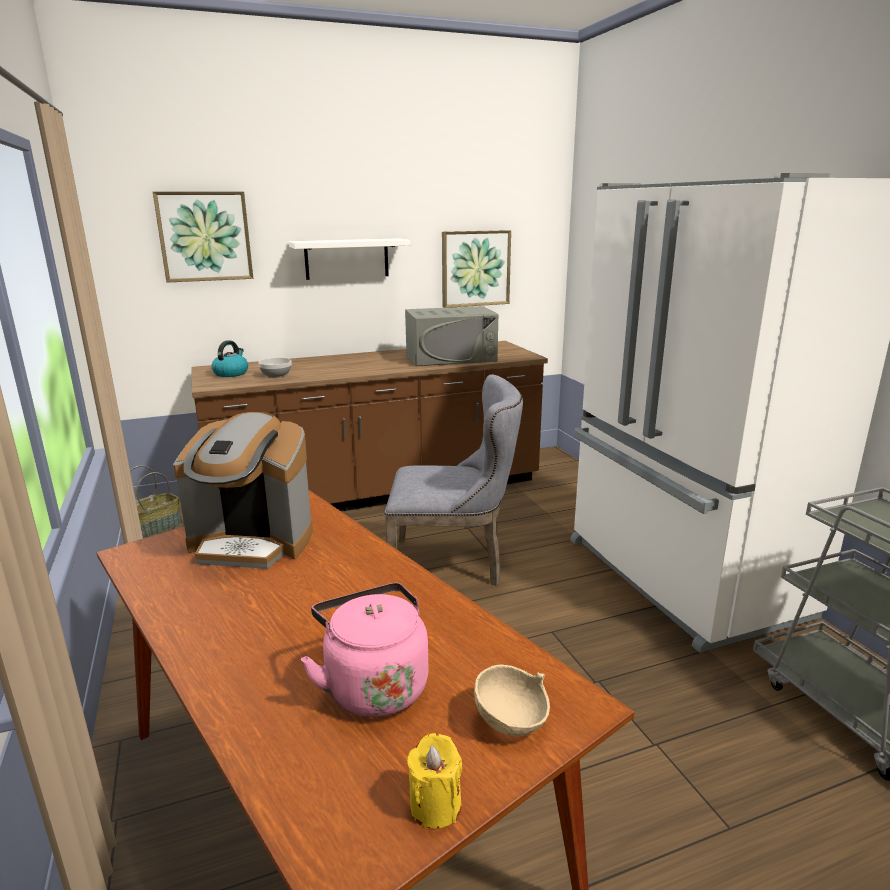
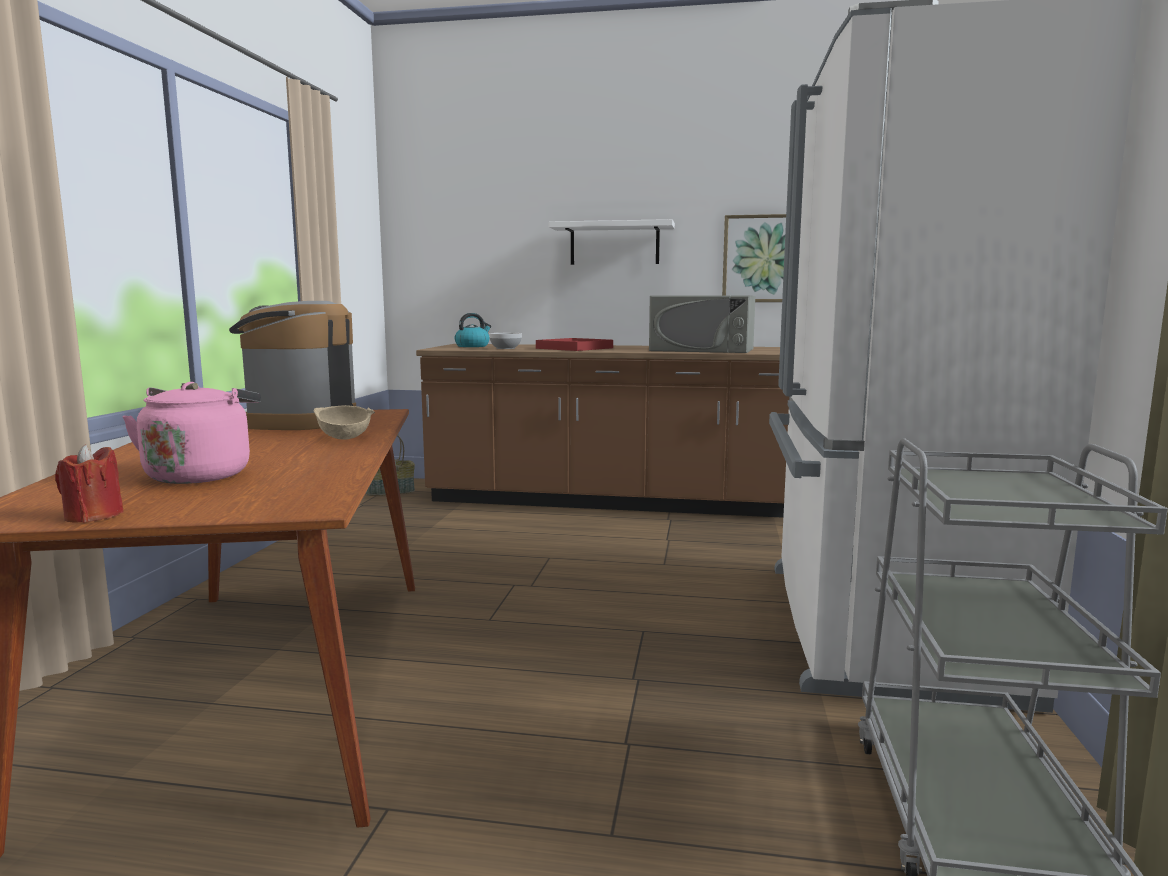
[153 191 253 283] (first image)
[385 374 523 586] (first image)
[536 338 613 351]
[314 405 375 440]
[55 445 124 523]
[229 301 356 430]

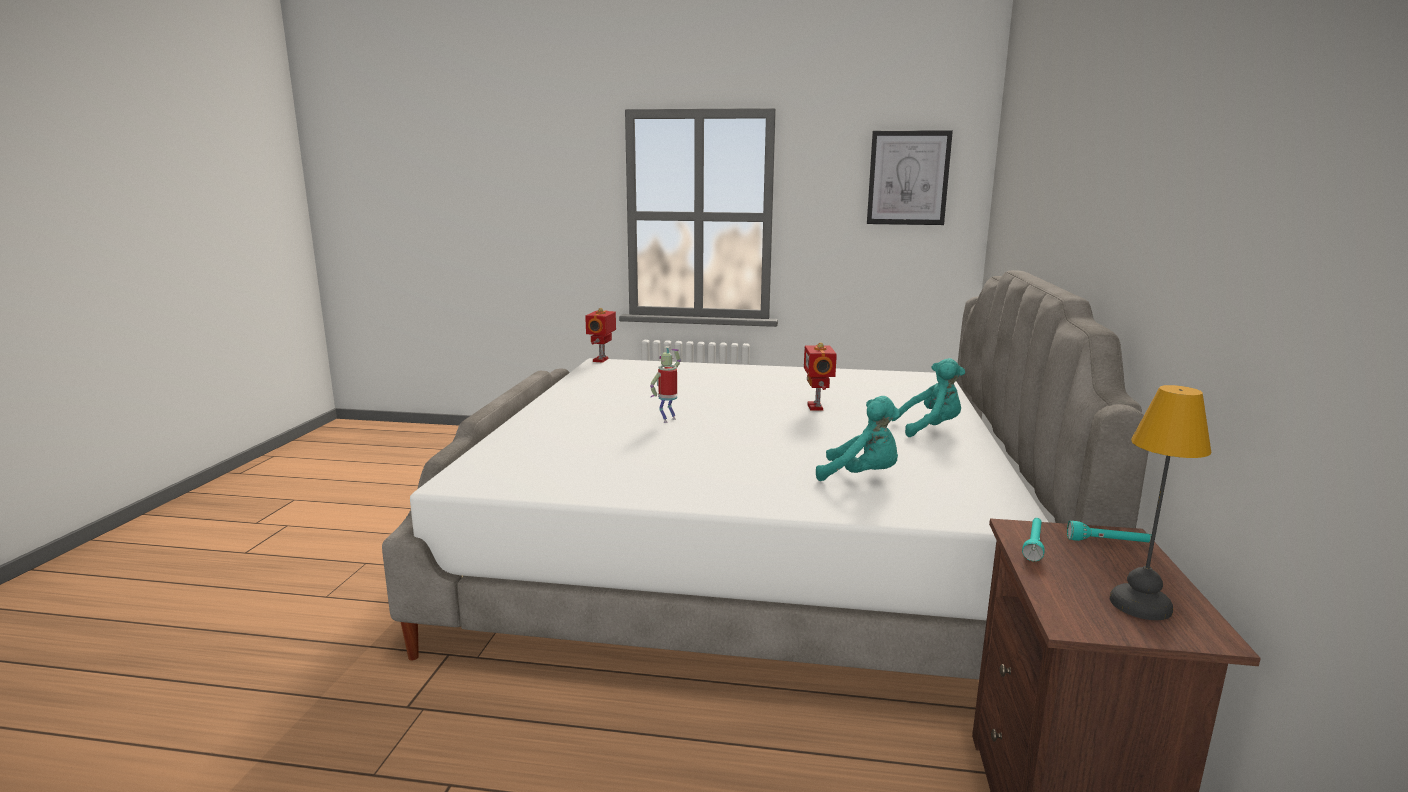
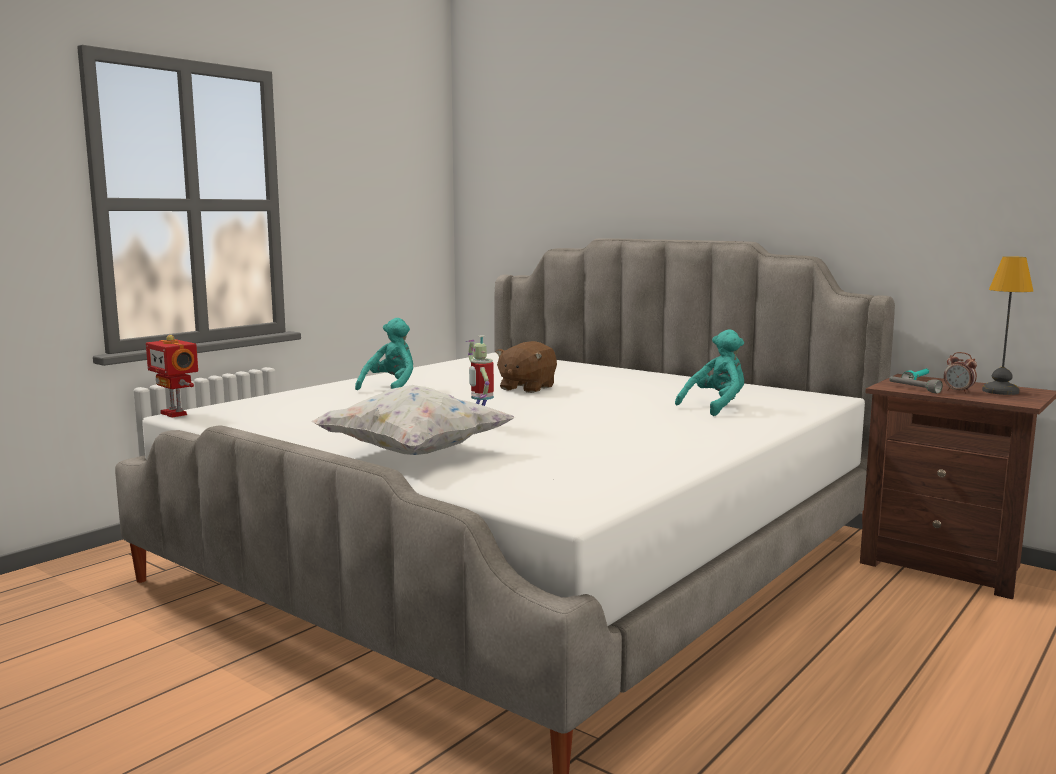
[867 130 953 225] (first image)
[311 385 515 455]
[944 352 977 393]
[355 318 413 390]
[495 341 557 393]
[889 376 943 394]

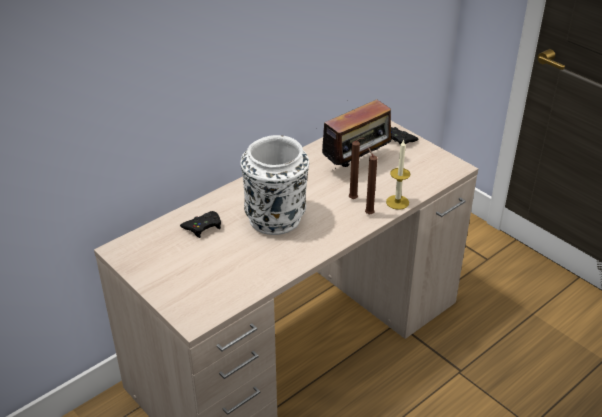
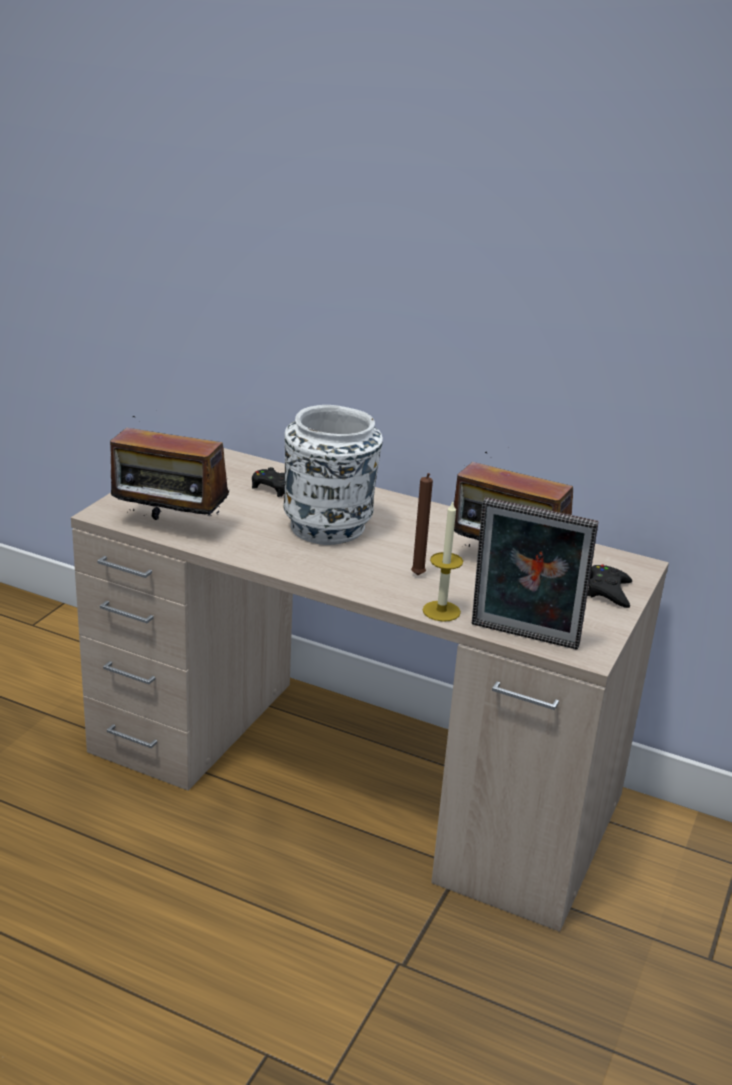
[365 147 377 215] (first image)
[110 416 229 520]
[472 497 598 650]

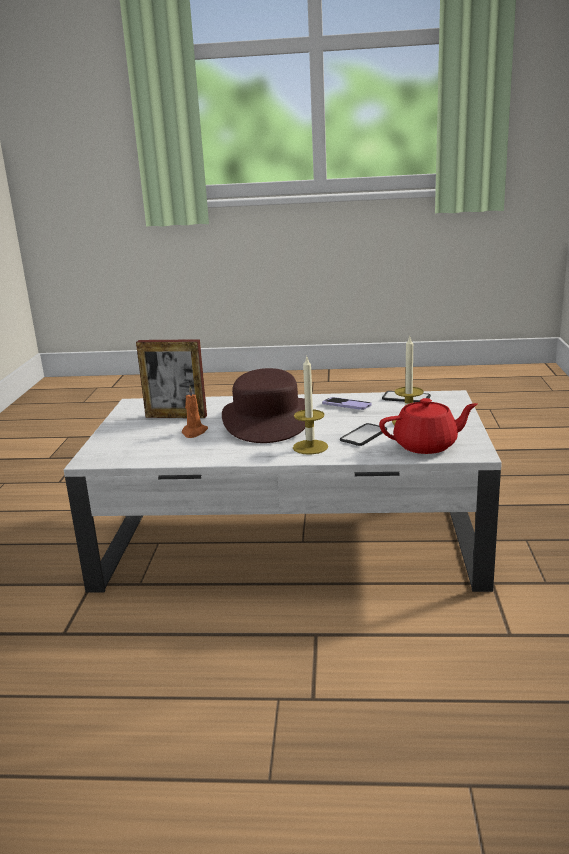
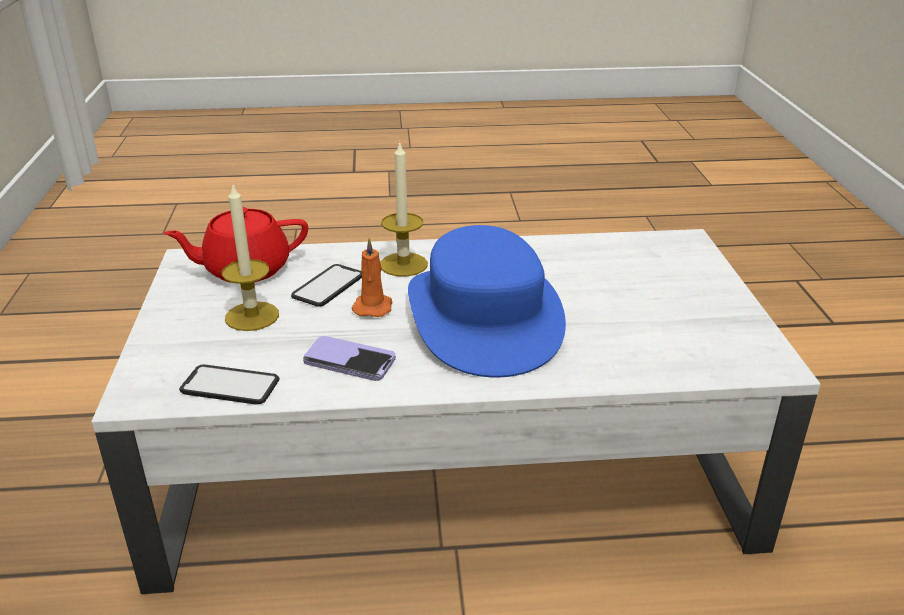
[136 339 207 418] (first image)
[352 238 392 317]
[408 225 566 377]

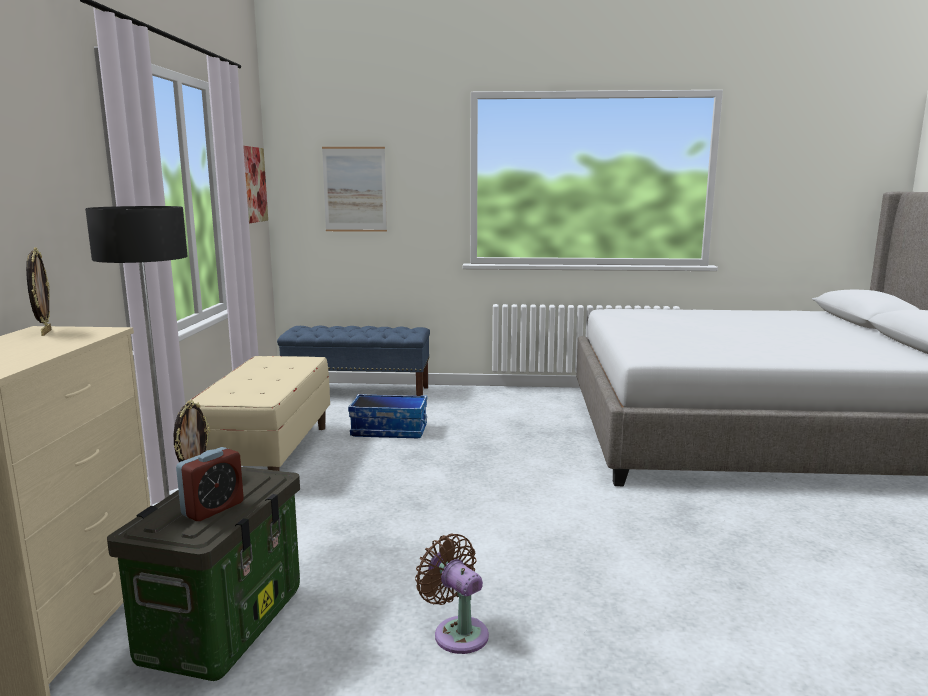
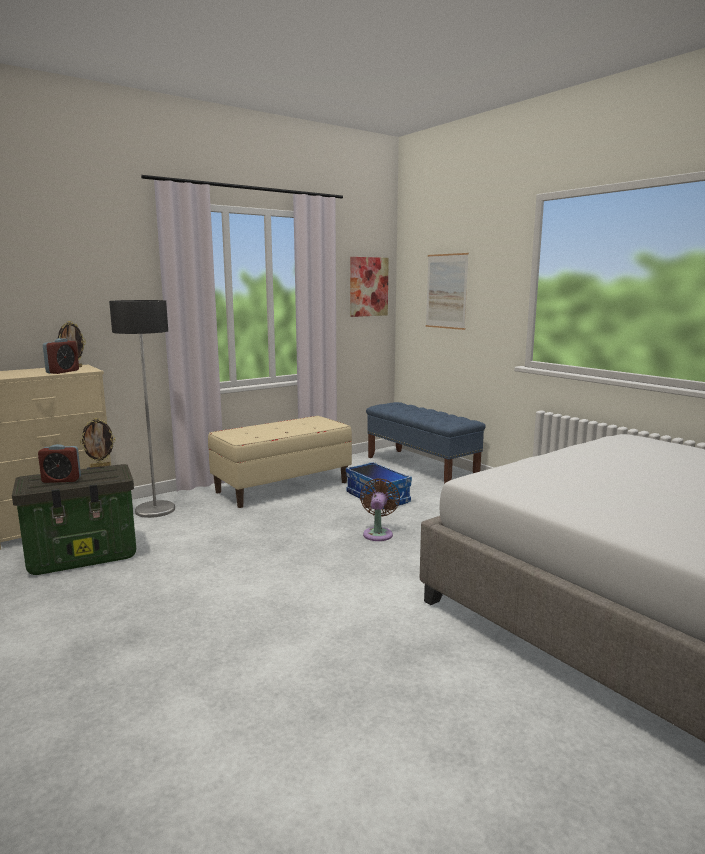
[43 338 79 374]
[360 478 400 541]

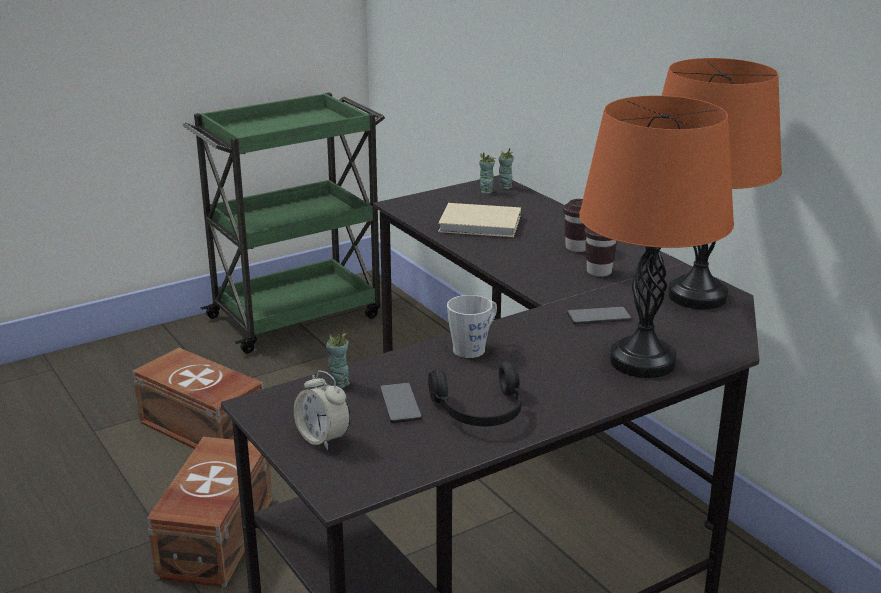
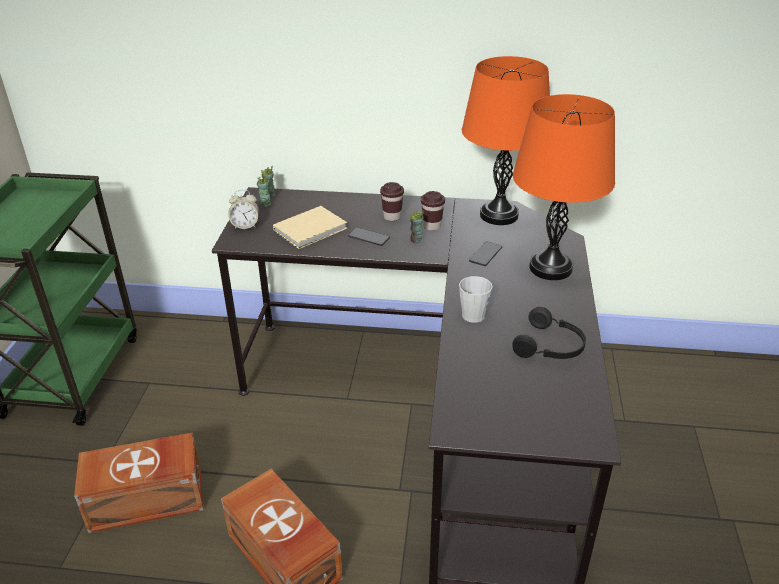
[228 190 259 229]
[410 209 424 244]
[348 227 390 246]

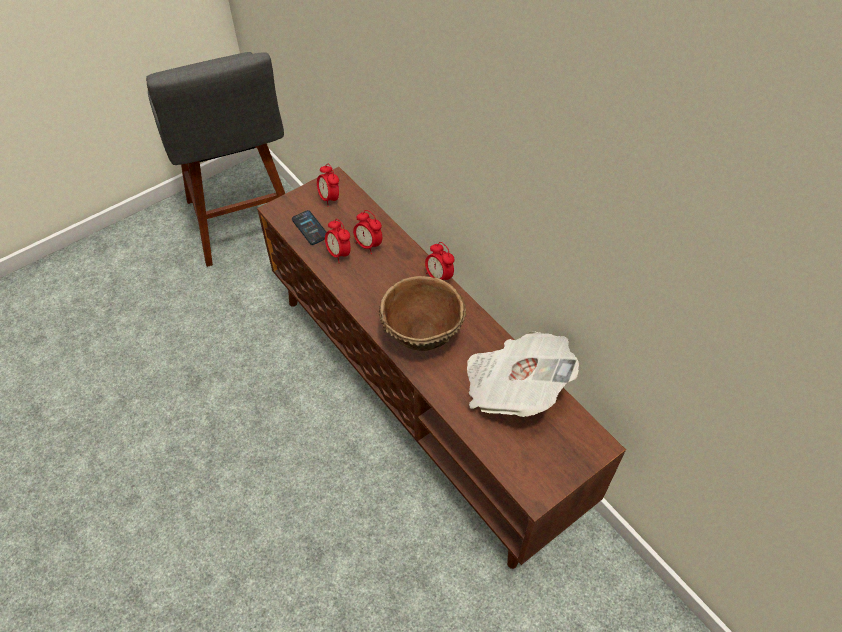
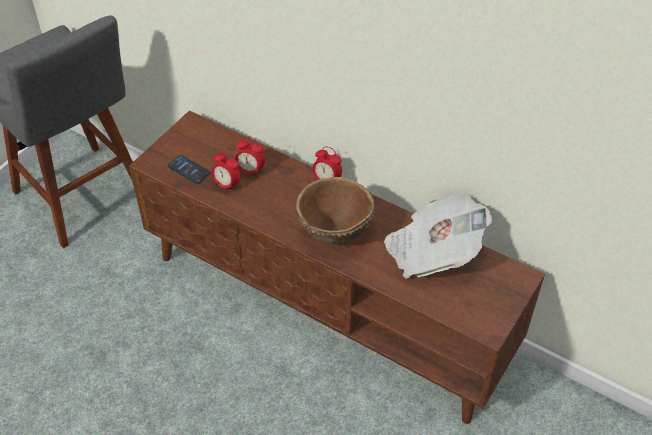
[317 163 339 207] (first image)

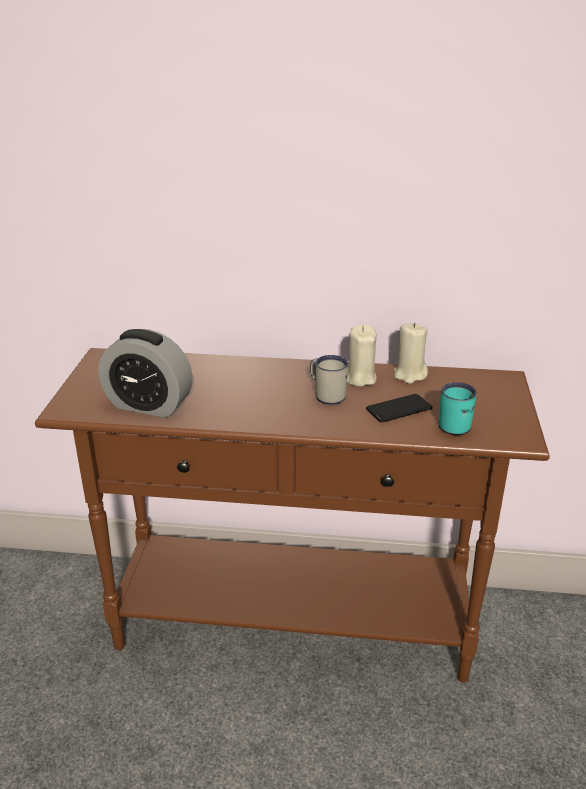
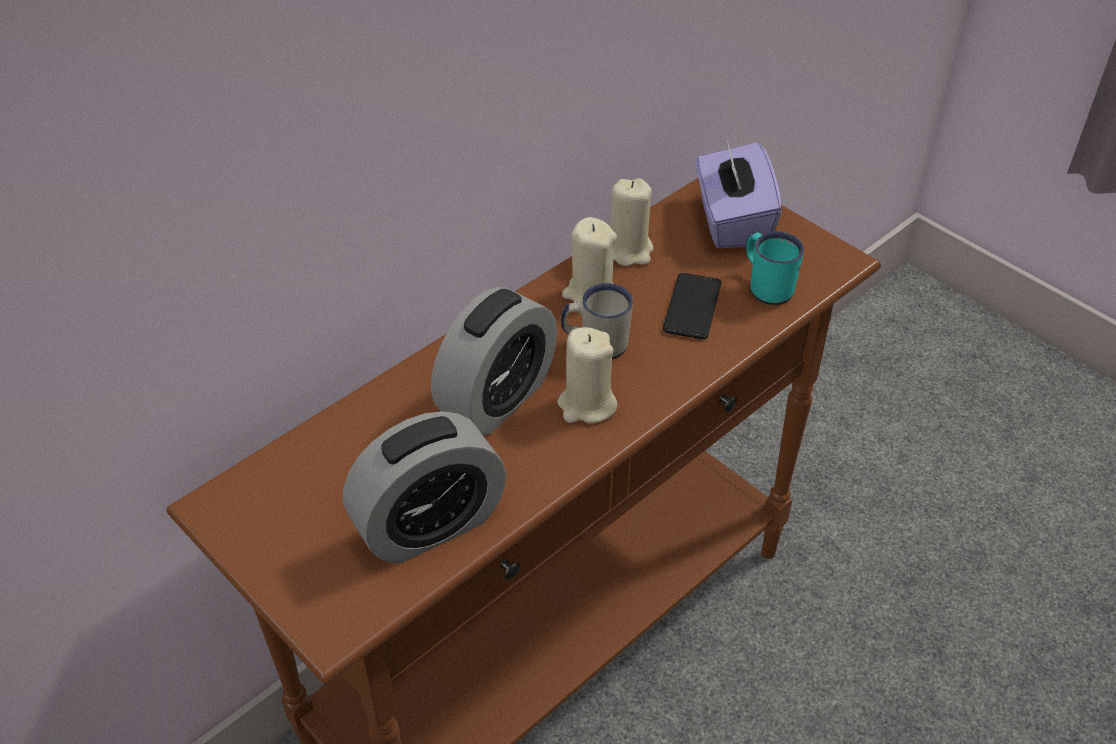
[431 287 557 435]
[558 327 618 424]
[696 140 782 248]

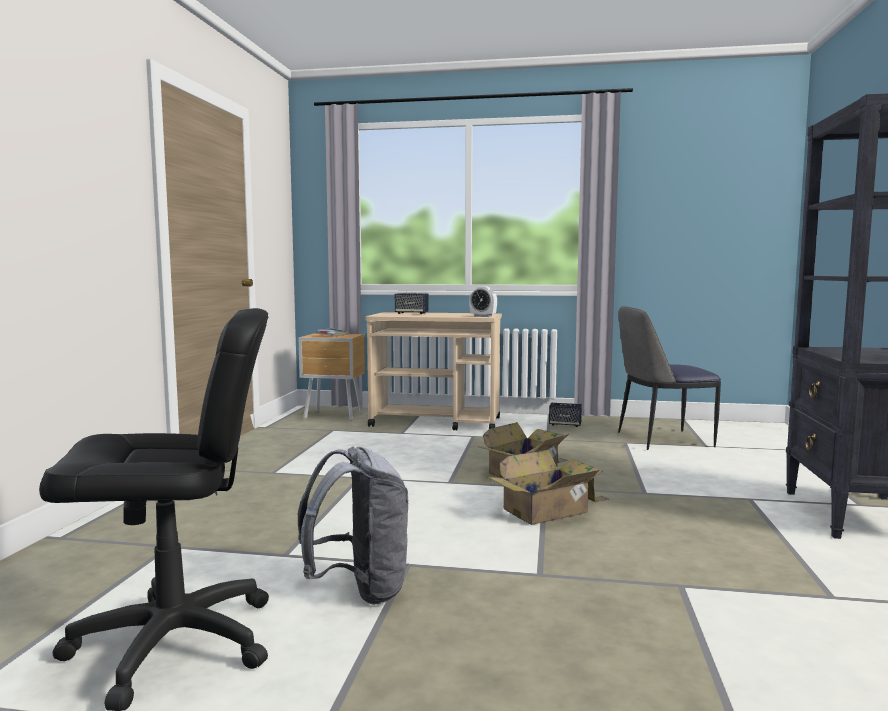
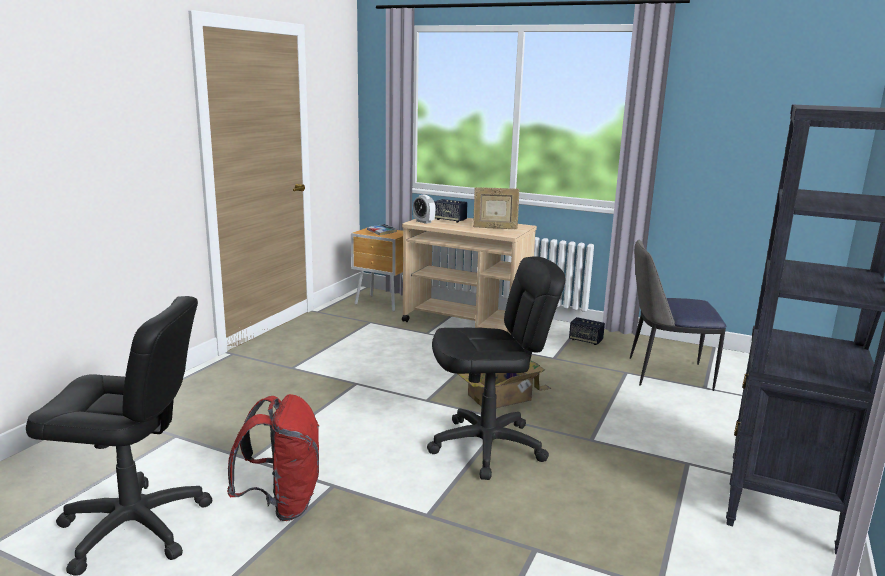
[473 187 519 229]
[413 195 435 224]
[427 256 565 480]
[227 394 319 521]

